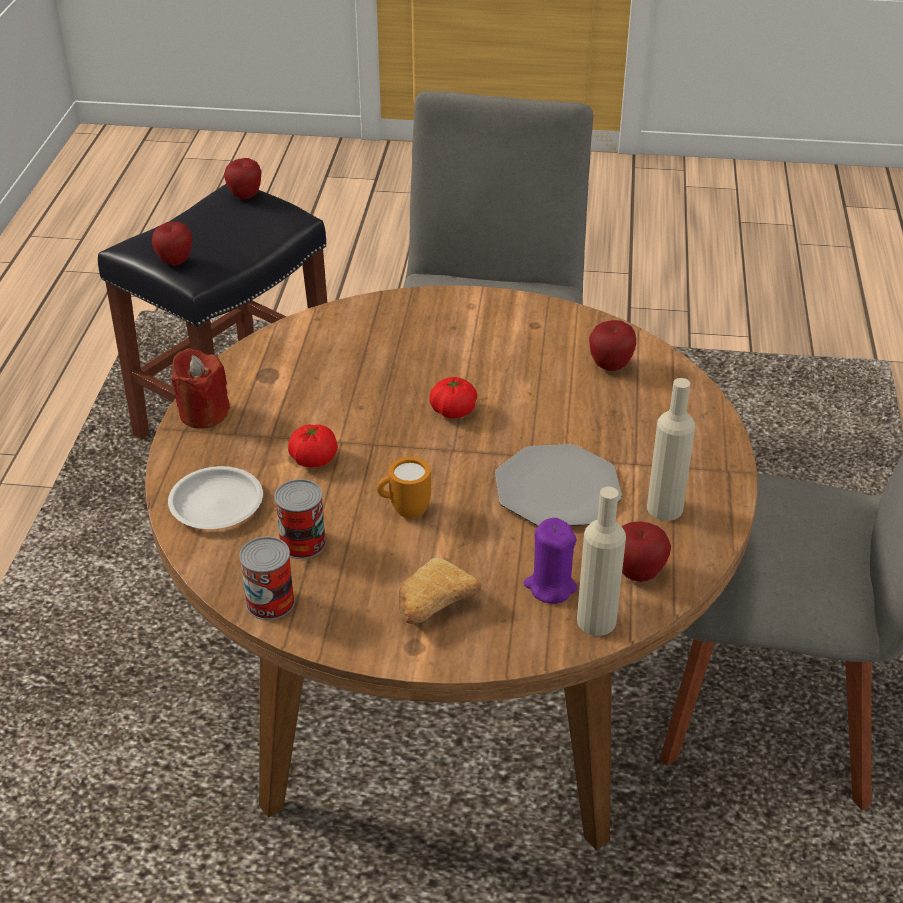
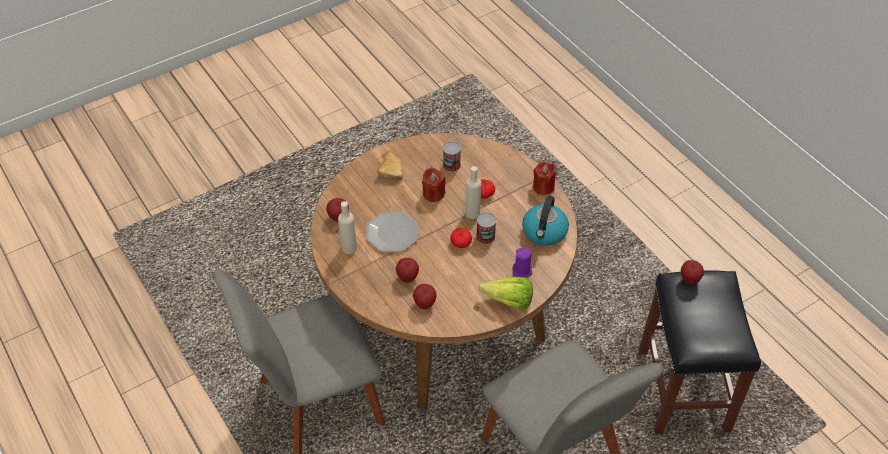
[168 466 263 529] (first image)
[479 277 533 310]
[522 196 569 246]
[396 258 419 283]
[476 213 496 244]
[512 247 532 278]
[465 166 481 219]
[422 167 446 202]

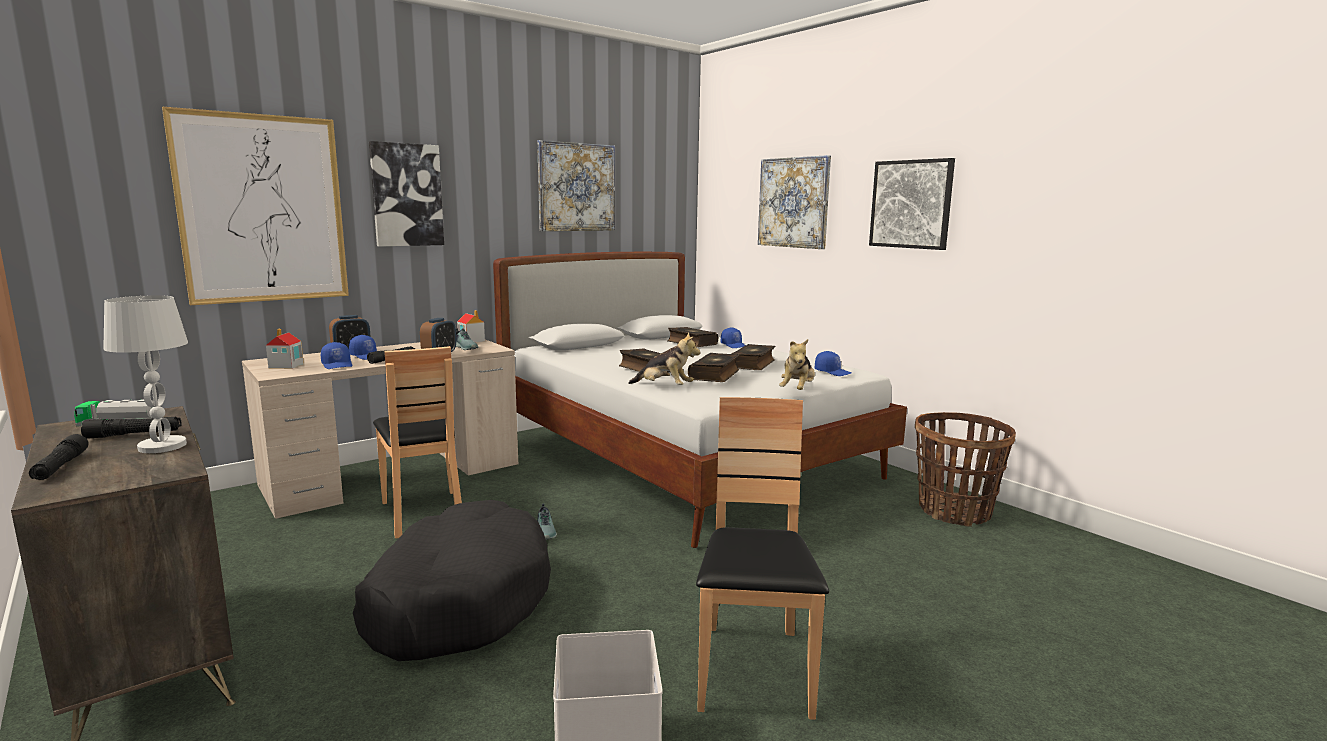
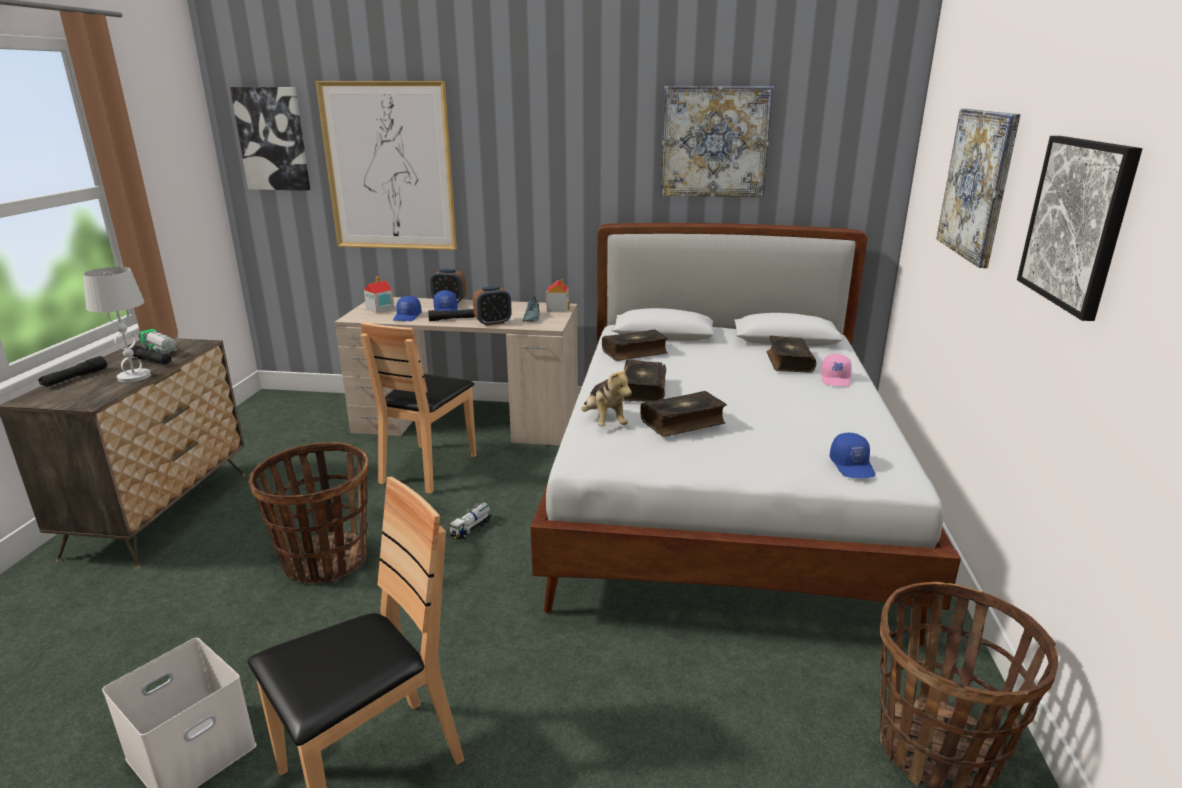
[779 339 815 390] (first image)
[230 87 310 191]
[602 329 668 361]
[249 442 369 583]
[449 501 492 540]
[821 354 852 386]

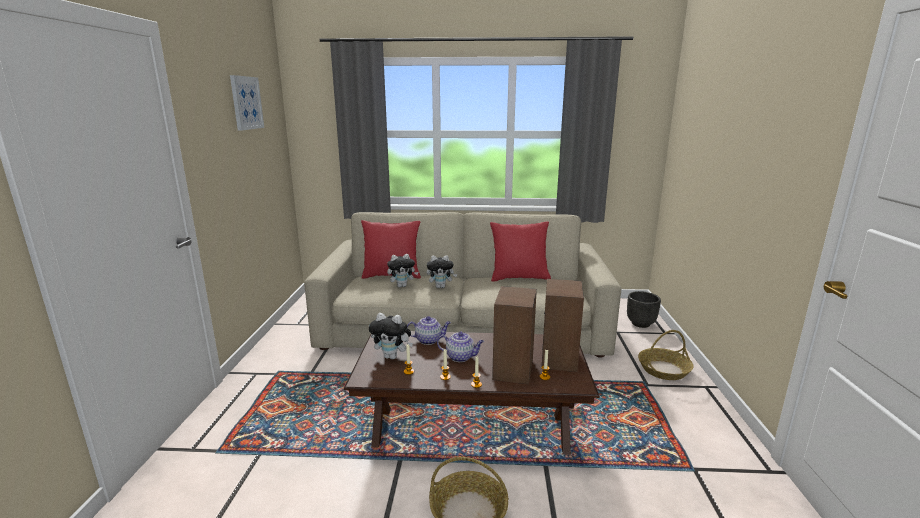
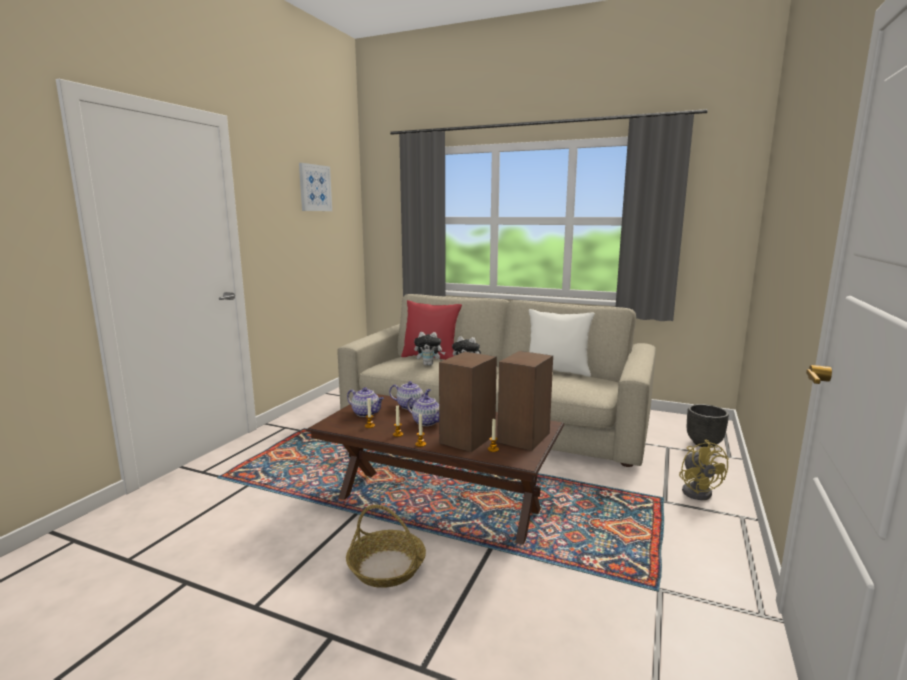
[347 387 384 417]
[679 440 729 500]
[529 309 595 377]

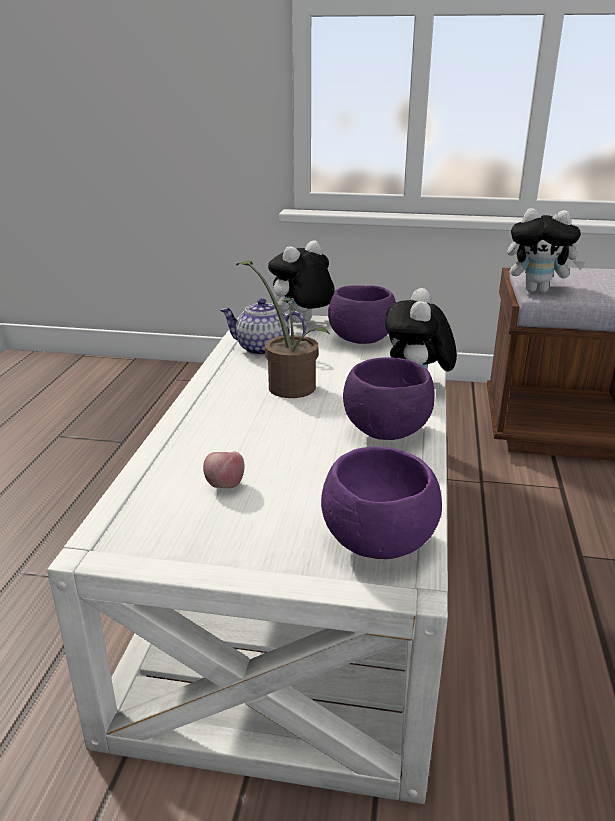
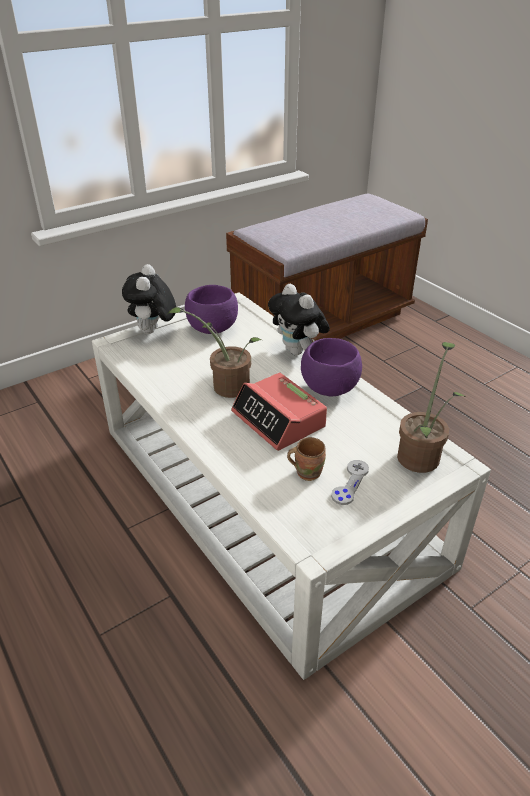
[219 298 307 356] (first image)
[507 208 585 293] (first image)
[231 373 327 451]
[331 460 369 505]
[287 437 326 481]
[397 342 466 473]

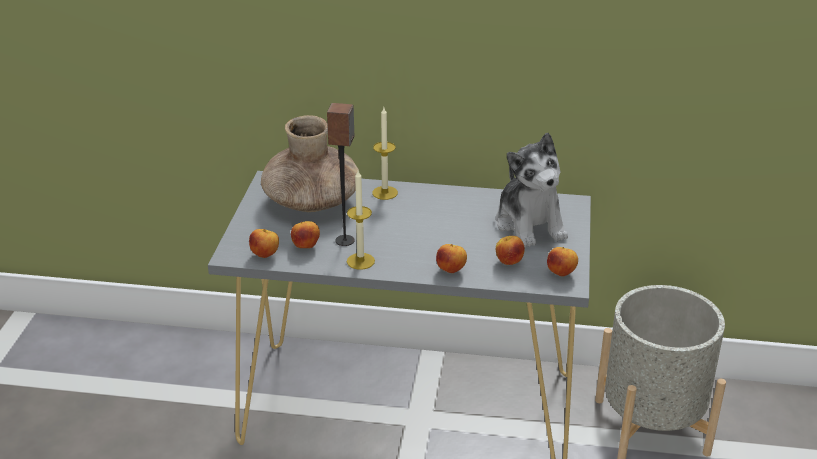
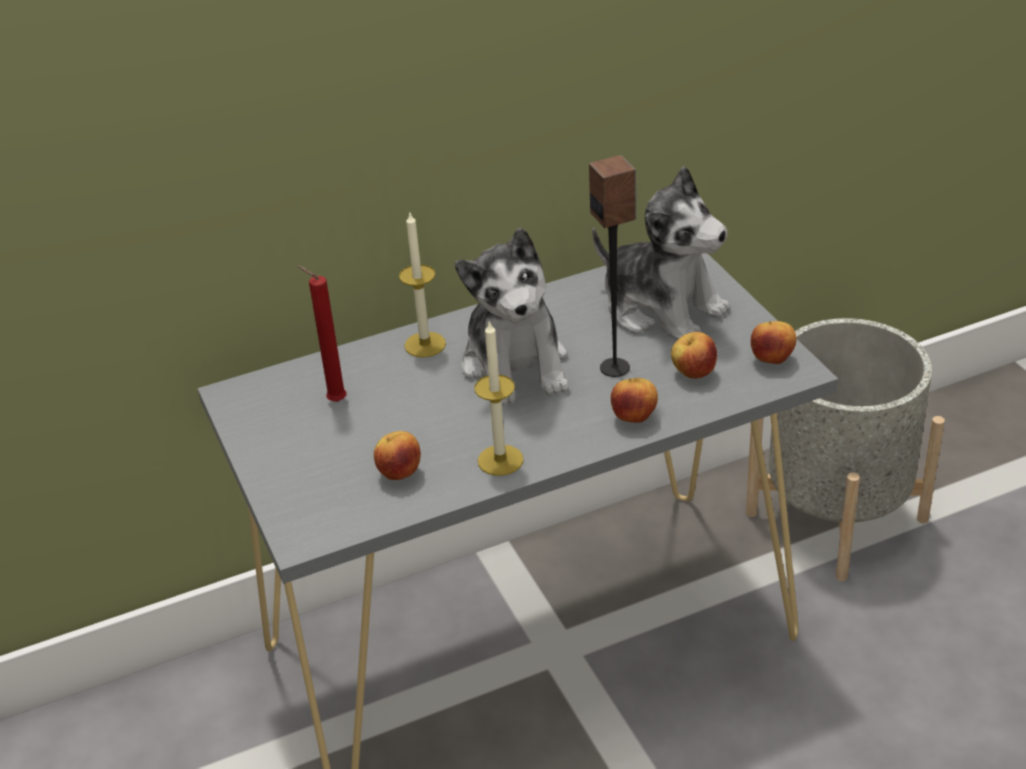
[249 229 279 258] (first image)
[455 227 569 406]
[589 155 636 377]
[297 265 347 402]

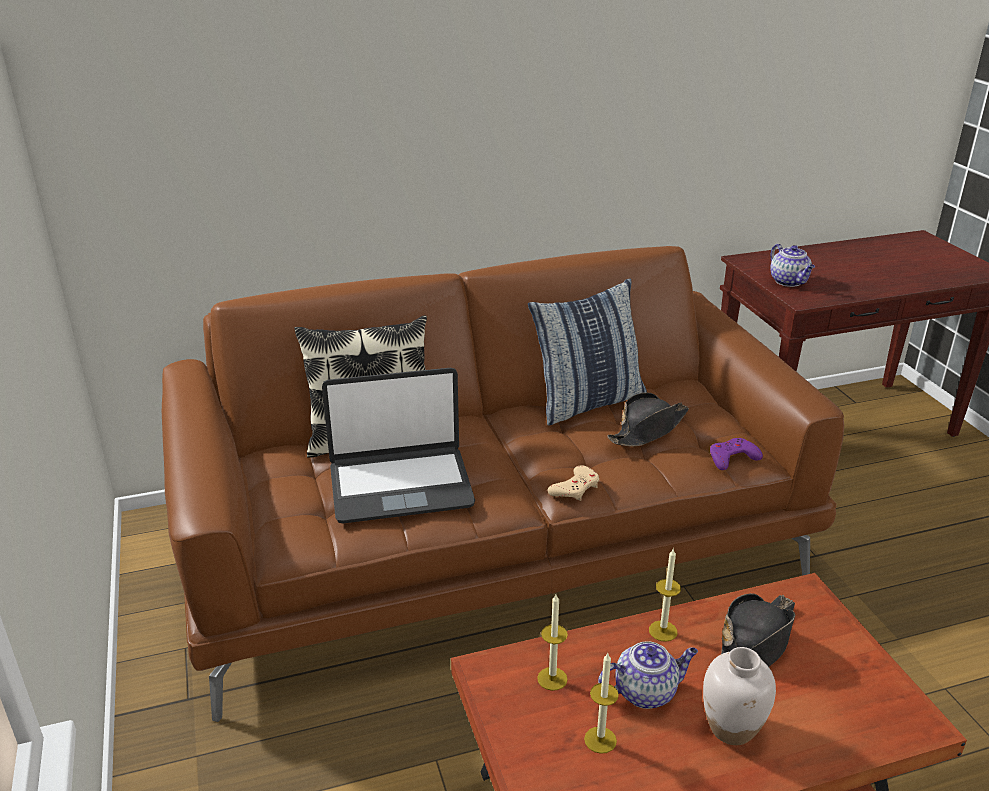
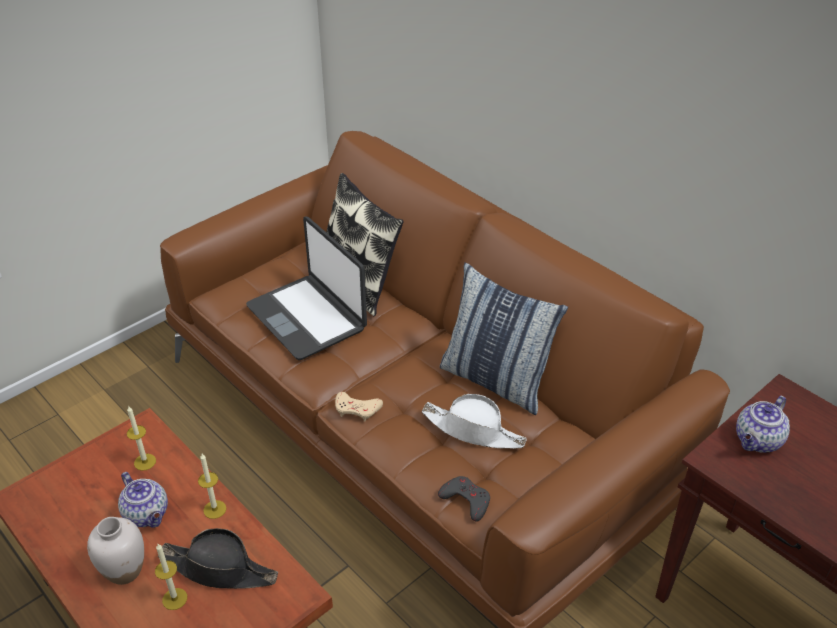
[155 544 187 610]
[422 394 527 449]
[438 476 490 522]

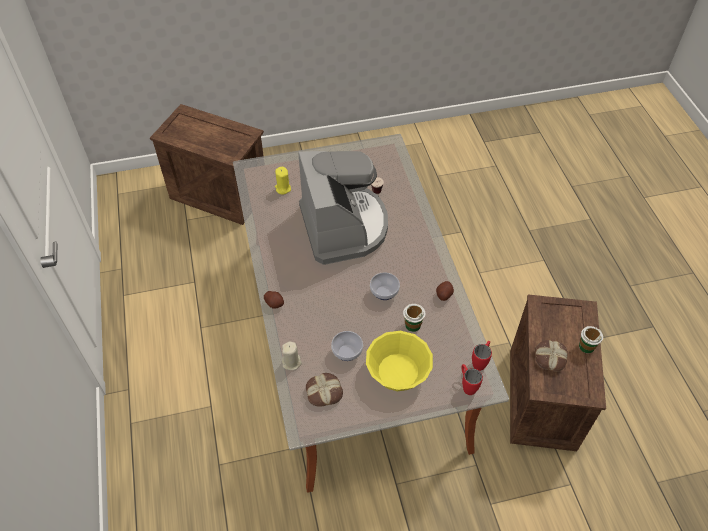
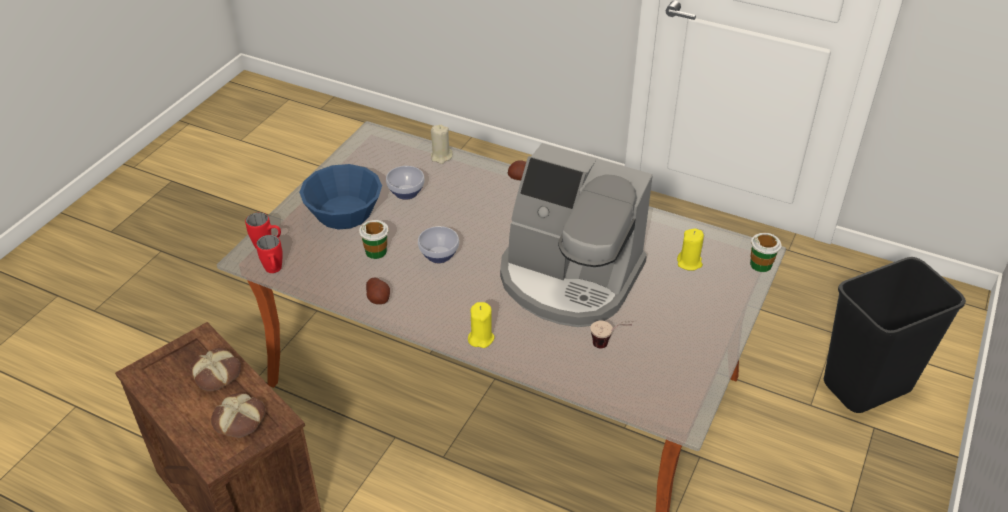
[468 302 494 348]
[211 393 265 438]
[750 233 782 272]
[824 257 966 413]
[299 164 382 230]

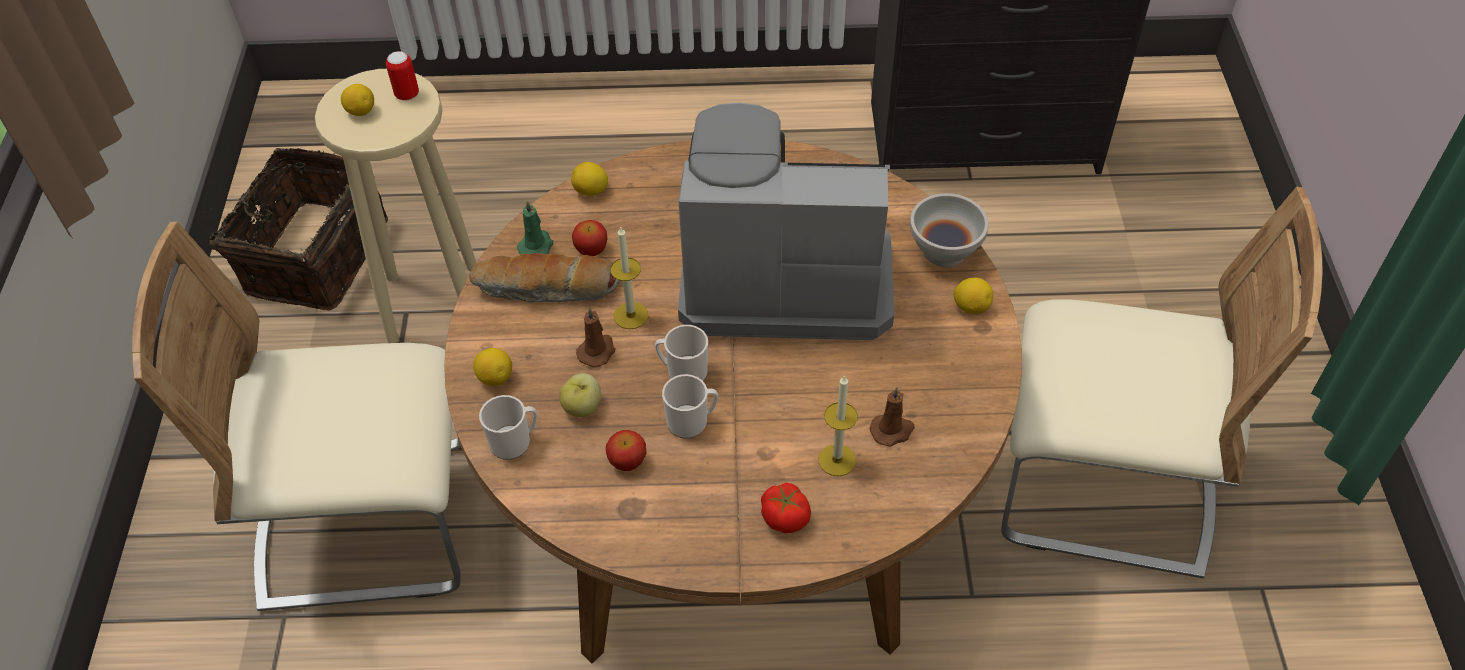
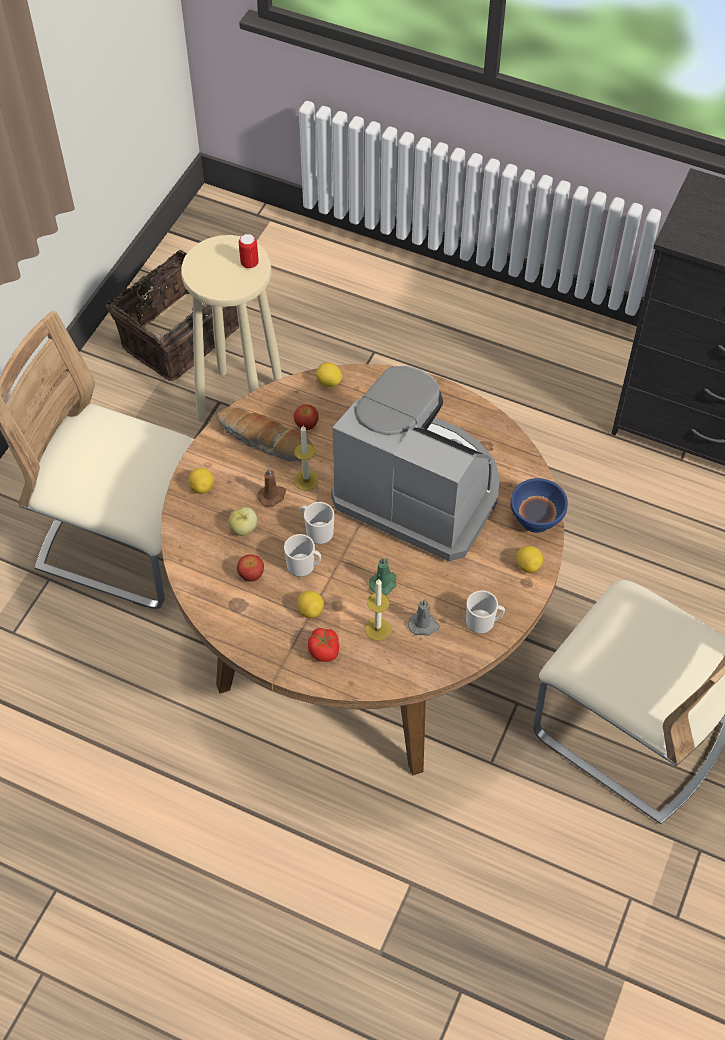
[297 591 324 618]
[466 591 505 634]
[369 557 397 595]
[408 599 440 636]
[510 478 568 533]

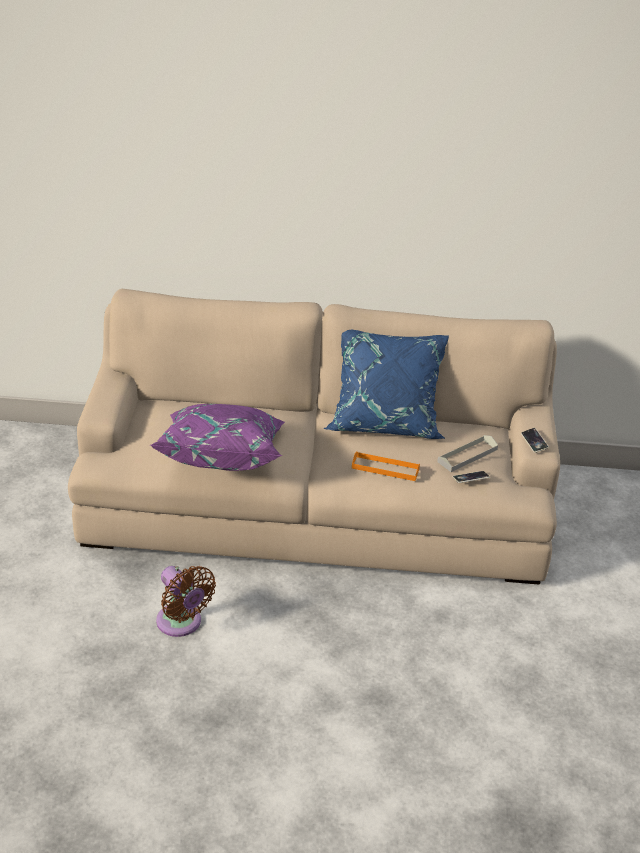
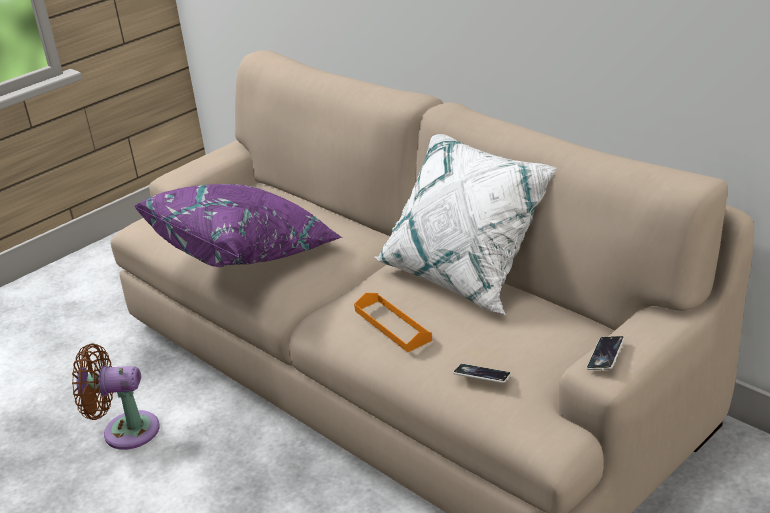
[437 435 498 472] (first image)
[375 134 557 315]
[72 343 160 450]

